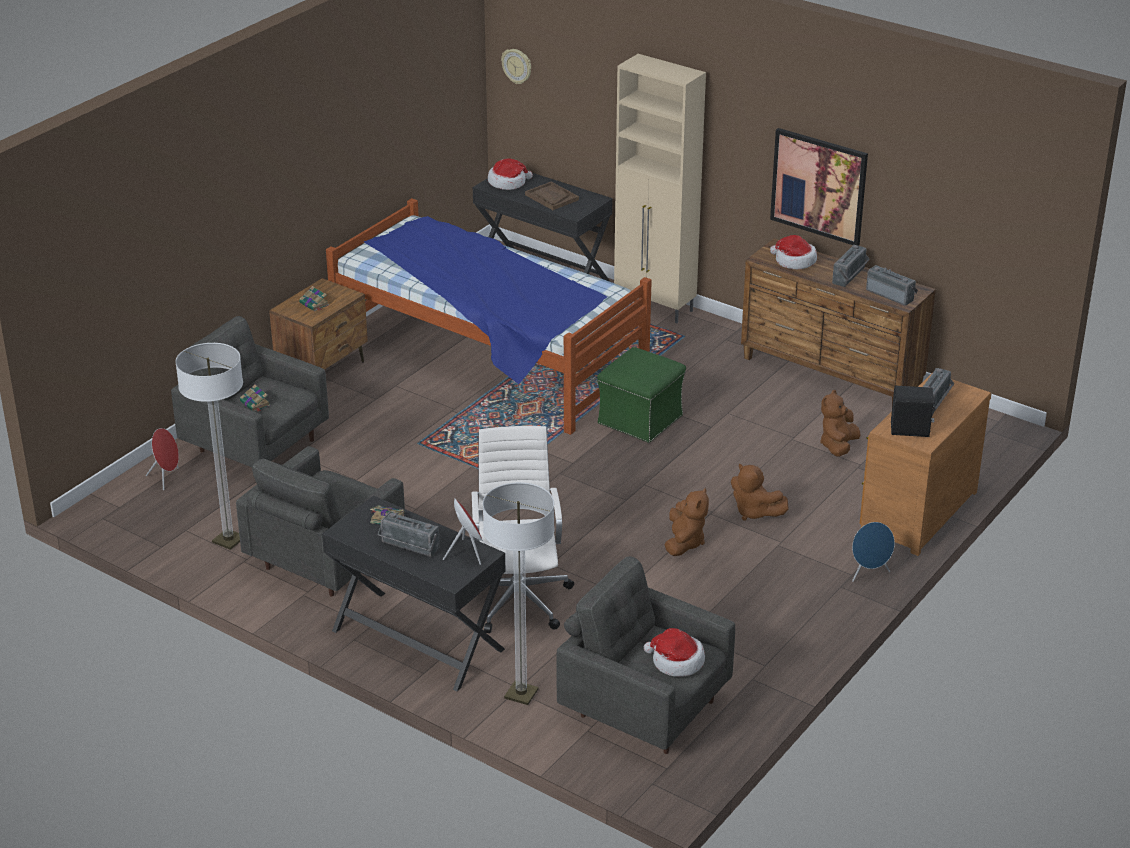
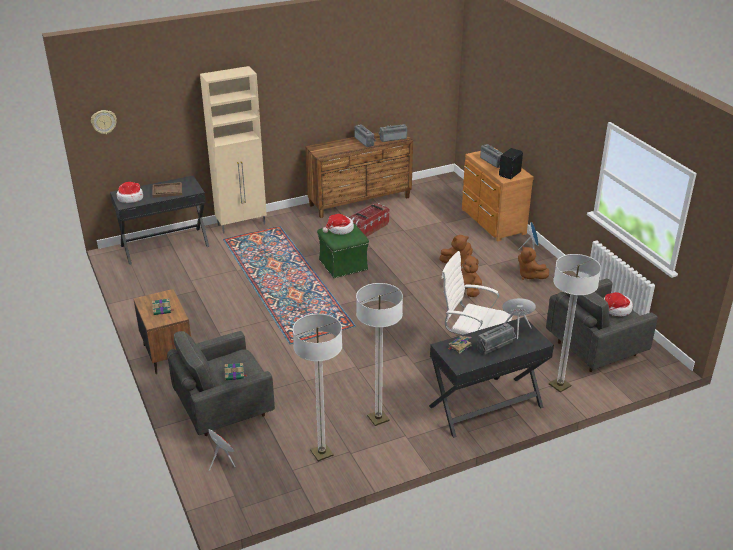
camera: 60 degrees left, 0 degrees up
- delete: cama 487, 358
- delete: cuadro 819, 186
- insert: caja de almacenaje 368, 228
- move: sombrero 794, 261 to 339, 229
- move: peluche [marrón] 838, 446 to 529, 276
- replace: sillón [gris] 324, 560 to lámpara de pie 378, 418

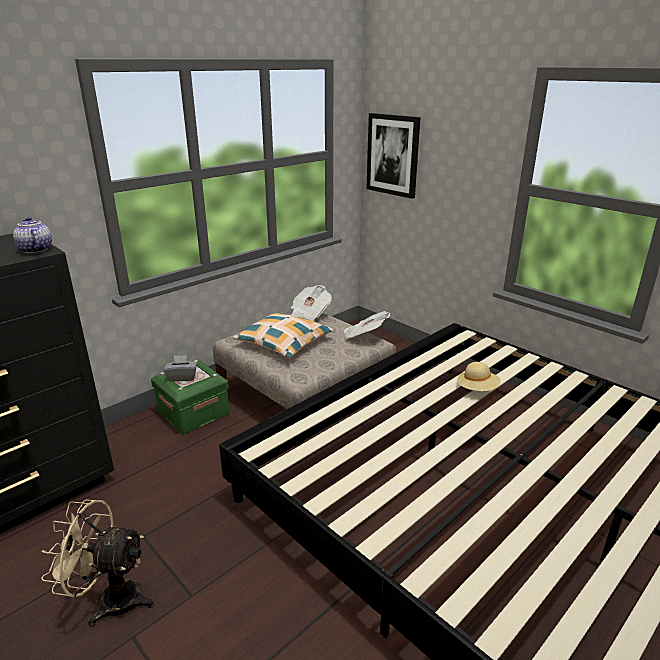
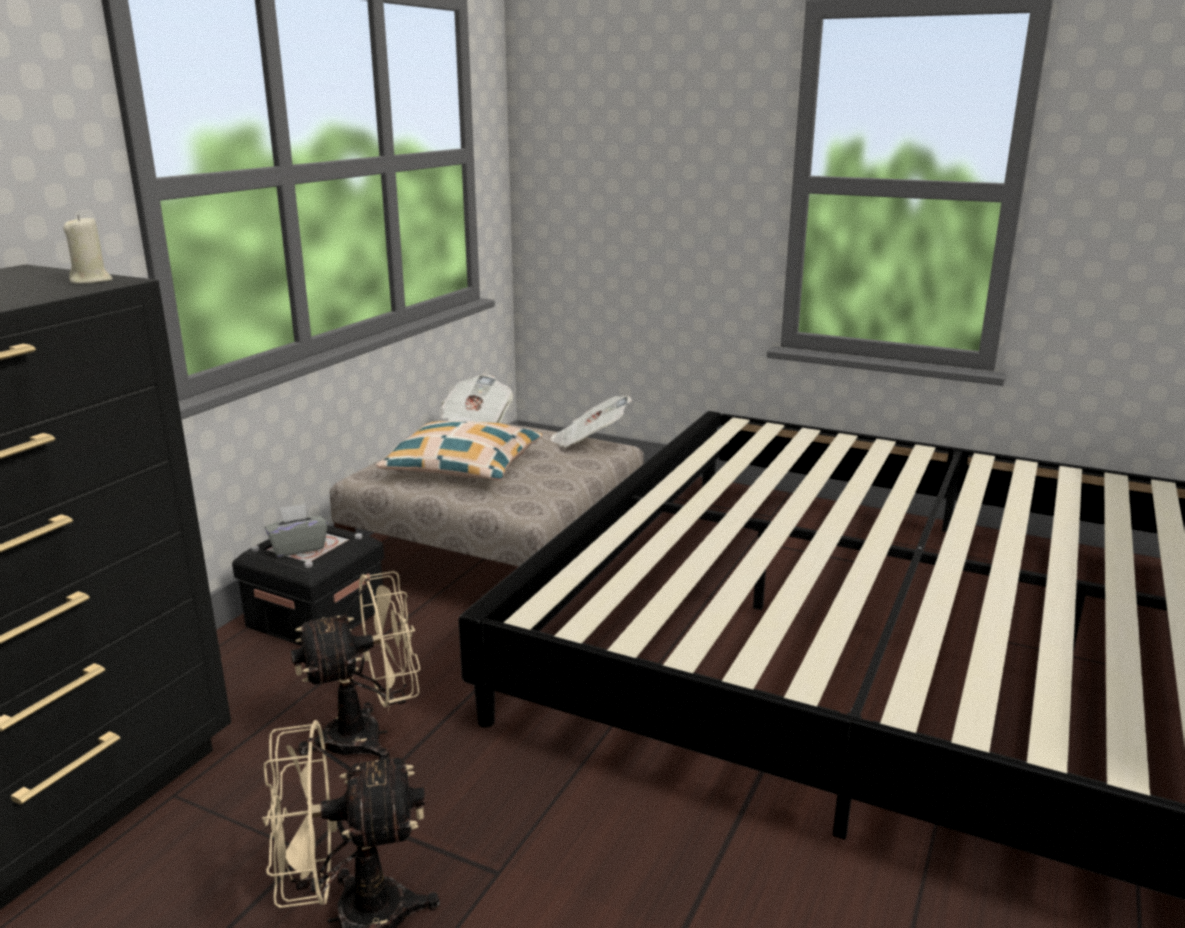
camera: 20 degrees left, 5 degrees down
- delete: cuadro 393, 155
- delete: sombrero [beis] 477, 389
- insert: ventilador [beis] 370, 736
- replace: tetera 35, 250 to vela [beis] 91, 281
- recolor: caja de almacenaje [verde] 193, 413 to caja de almacenaje [negro] 316, 617

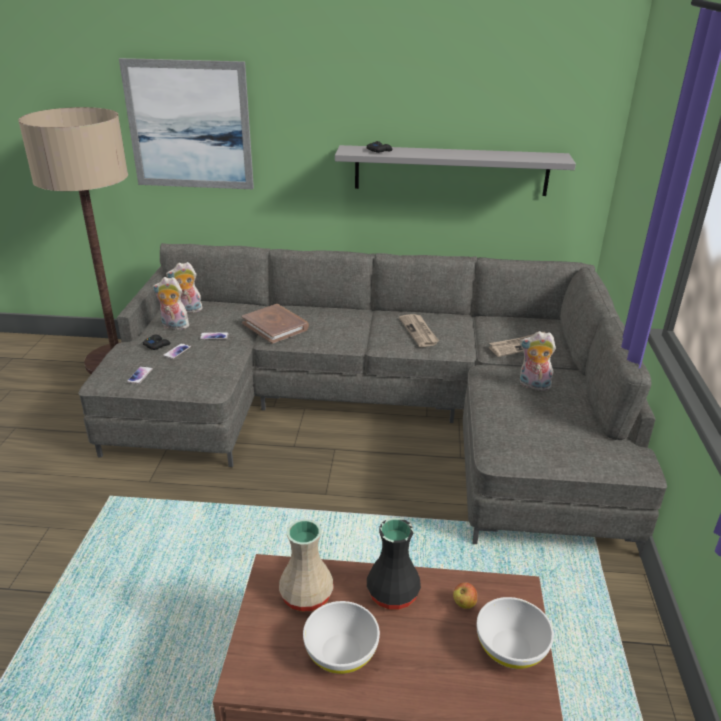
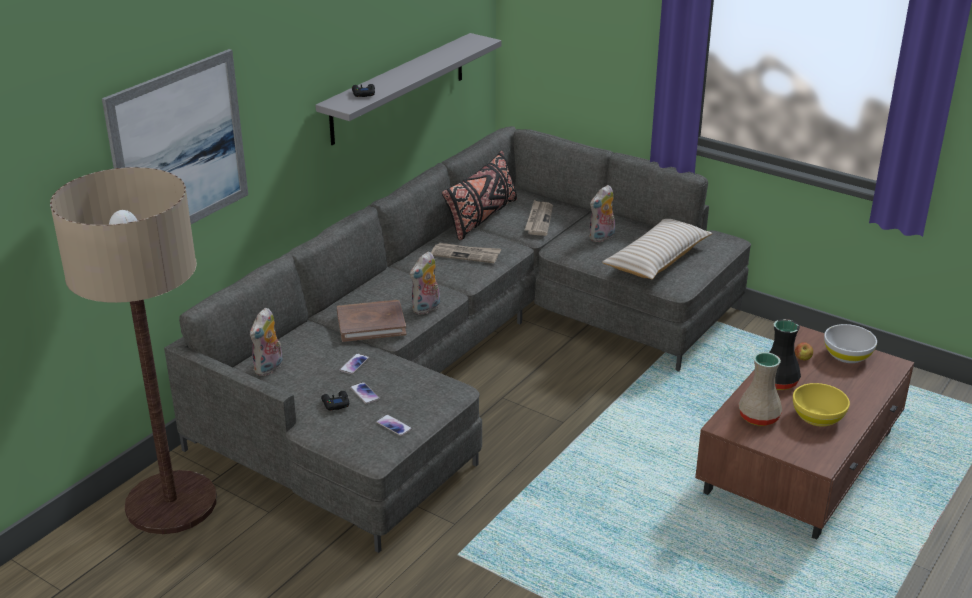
camera: 60 degrees left, 0 degrees up
- insert: cojín [negro] 481, 218
- insert: cojín [beis] 657, 260
- move: peluche 174, 326 to 426, 309
- recolor: cuenco [blanco] 341, 652 to cuenco [amarillo] 818, 417

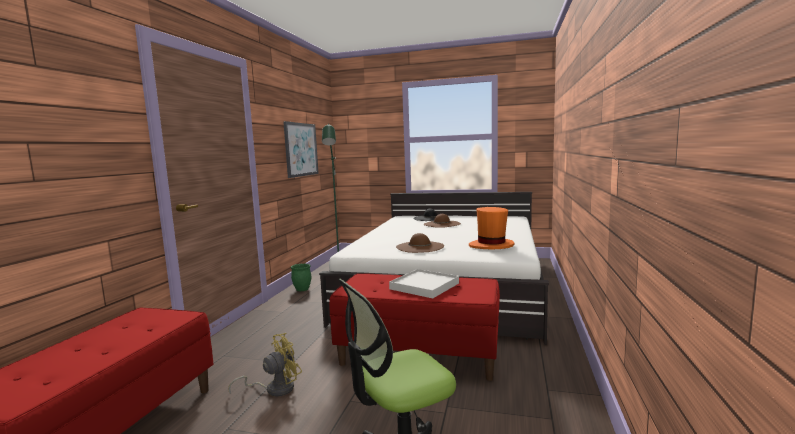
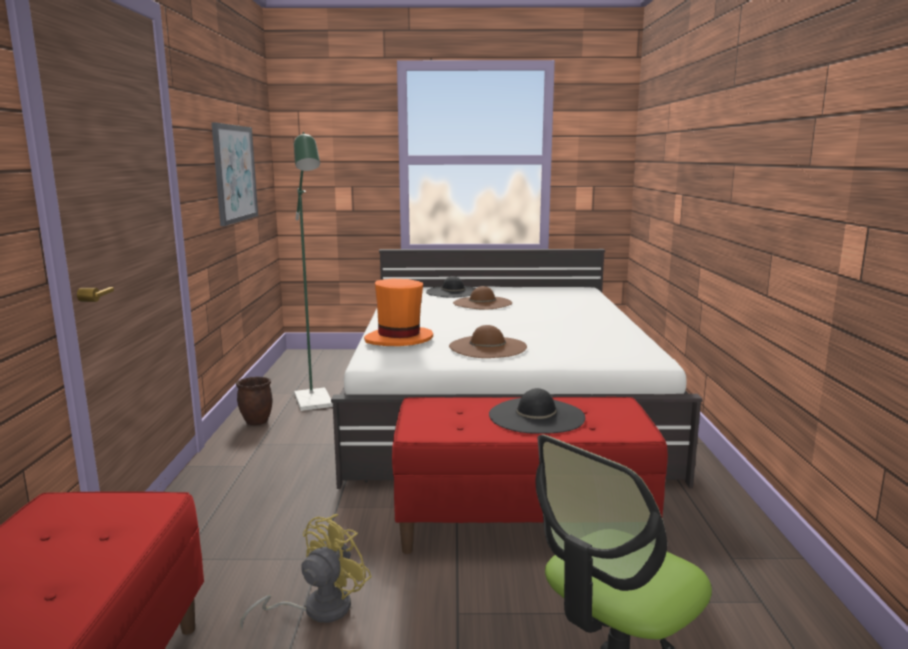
camera: 15 degrees left, 5 degrees up
- move: sombrero [naranja] 491, 246 to 399, 339
- replace: bandeja [blanco] 424, 286 to sombrero [negro] 536, 416
- recolor: maceta [verde] 302, 289 to maceta [marrón] 257, 422

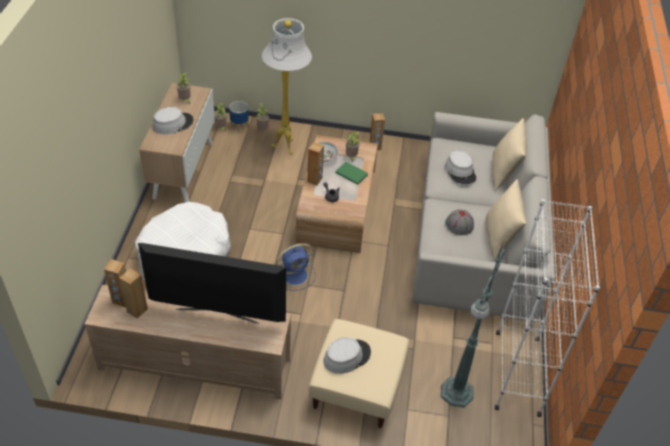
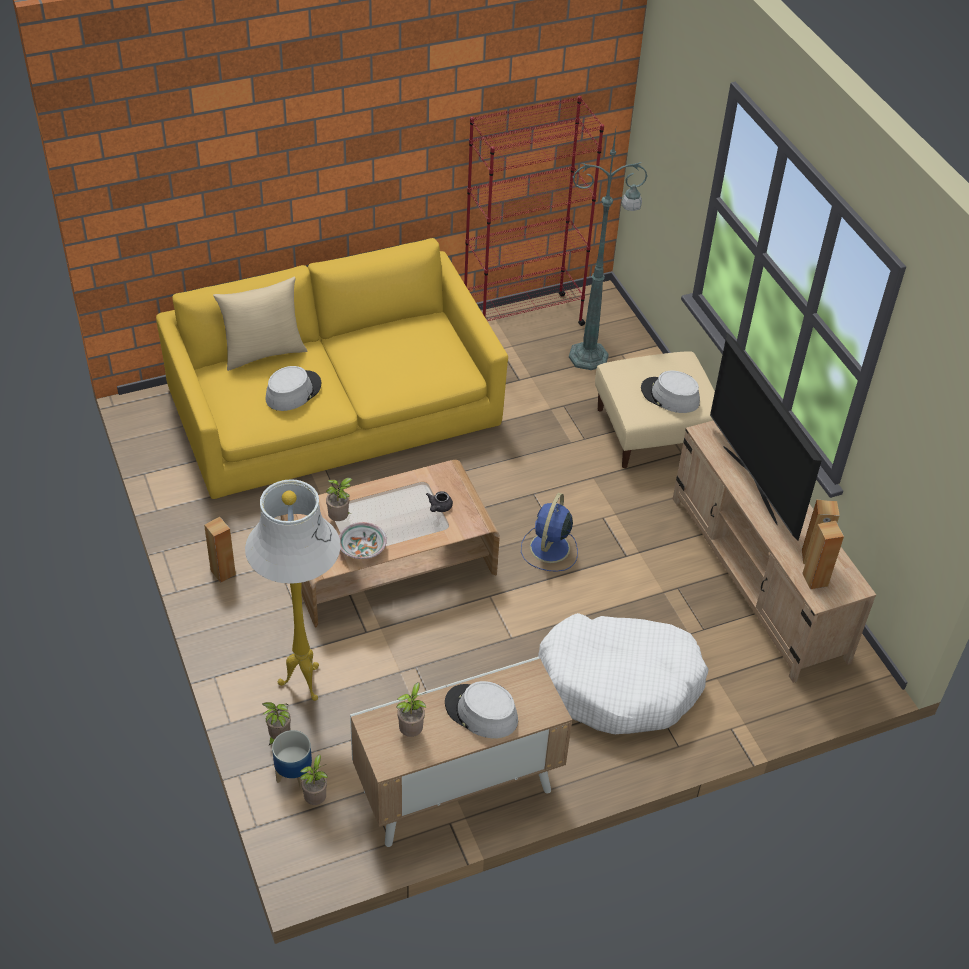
camera: 120 degrees left, 0 degrees up
- delete: altavoz [marrón] 315, 180
- delete: libro [verde] 351, 173
- delete: sombrero [gris] 459, 225
- delete: cojín [beis] 499, 238
- recolor: sofá [gris] 477, 234 to sofá [amarillo] 335, 407
- recolor: estantería [blanco] 517, 372 to estantería [rojo] 522, 321
- rotate: ventilador [azul] 296, 275 = 549, 549 105 degrees counterclockwise

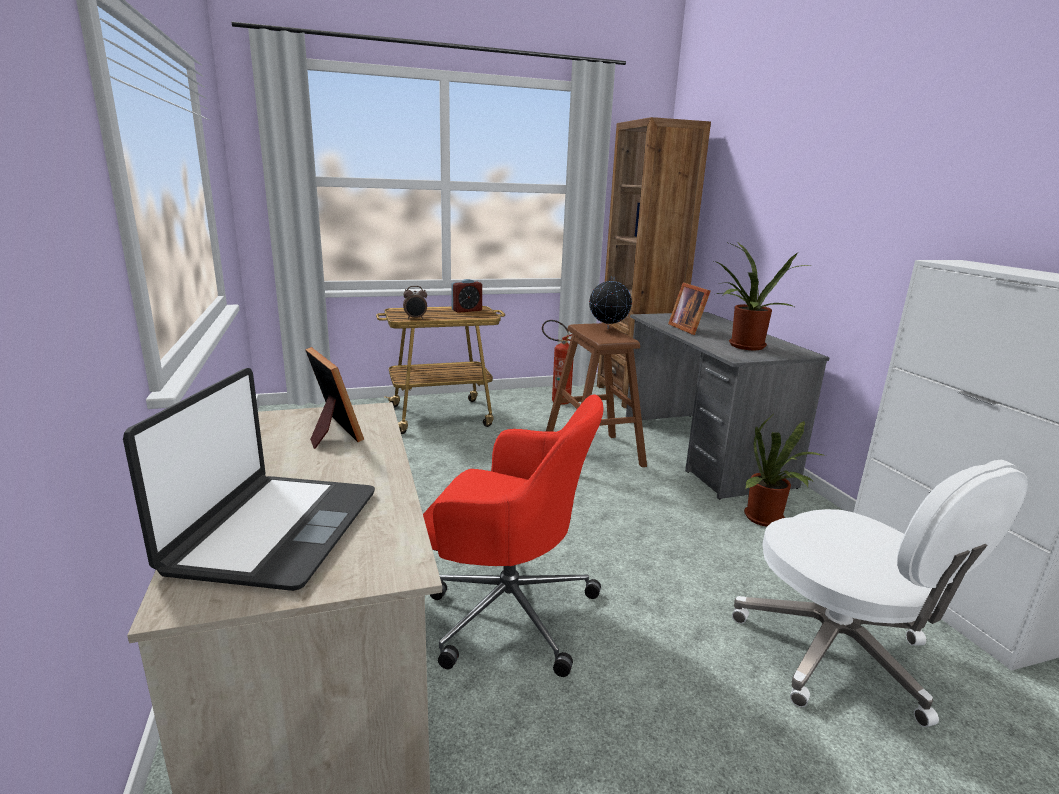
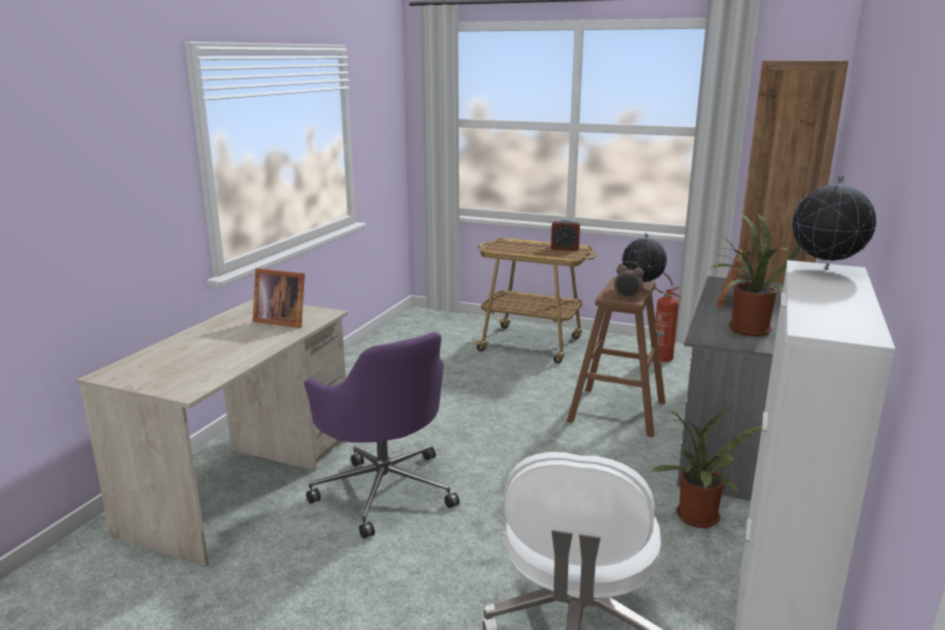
camera: 40 degrees right, 0 degrees up
- delete: portátil 274, 530
- insert: globo terráqueo 824, 269
- move: despertador 415, 318 to 627, 298
- recolor: silla de oficina [rojo] 506, 610 to silla de oficina [morado] 384, 489
- rotate: portarretratos 331, 432 = 281, 321 105 degrees clockwise

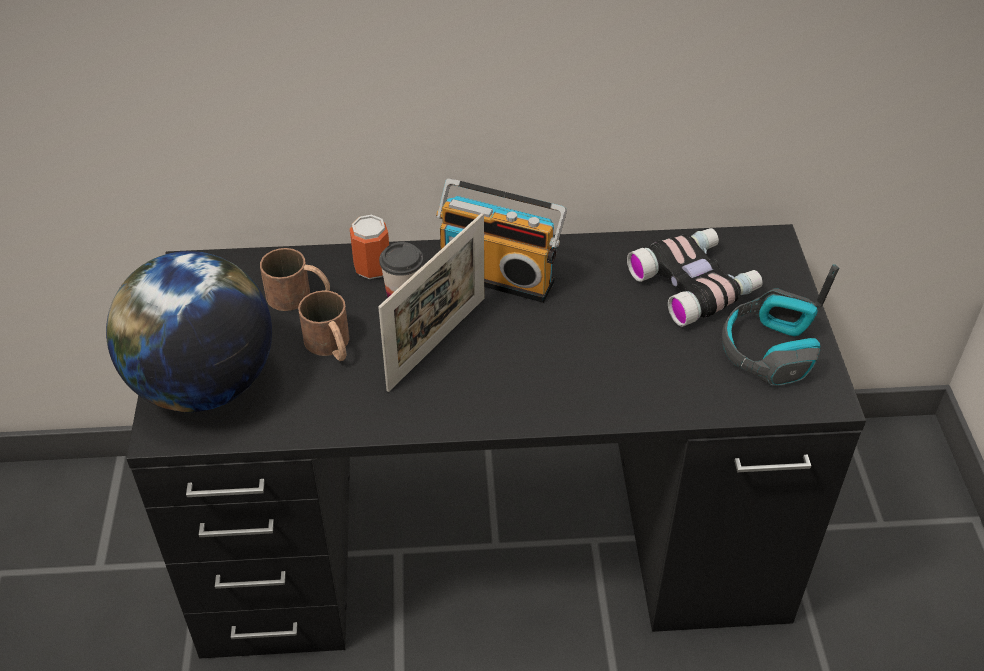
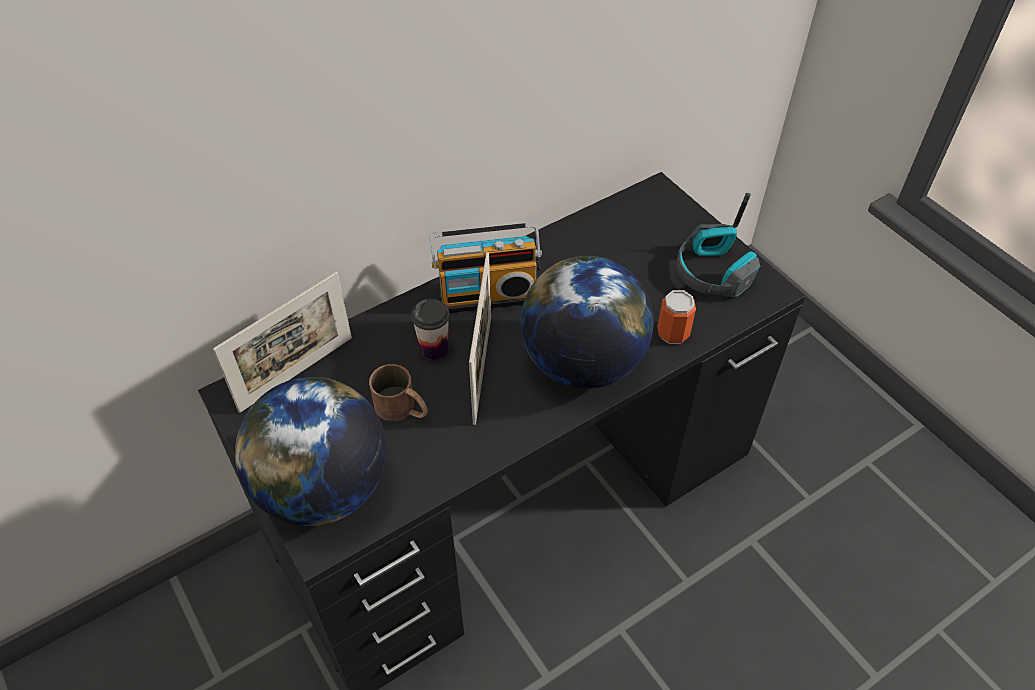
camera: 30 degrees left, 5 degrees up
- delete: taza grande [marrón] 299, 297
- delete: prismáticos 695, 284
- insert: portarretratos 296, 374
- insert: globo terráqueo 582, 363
- move: lata 372, 268 to 673, 333

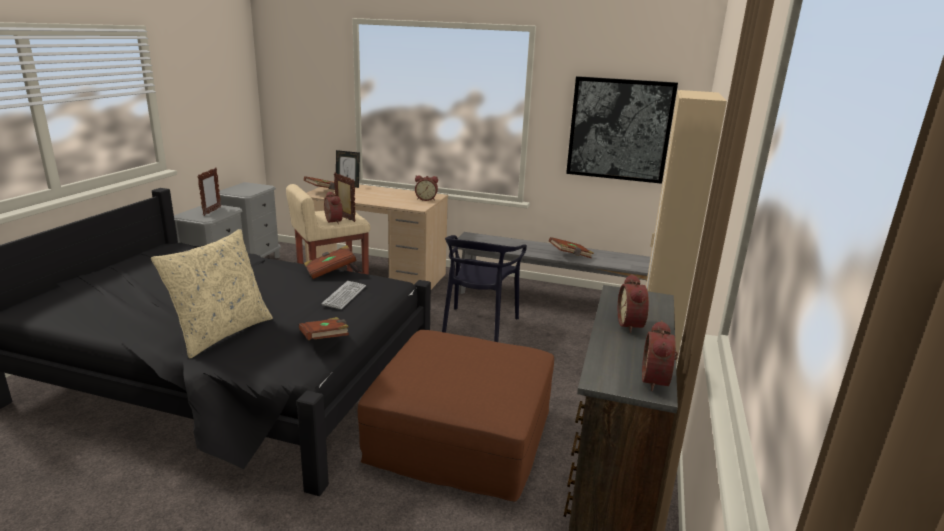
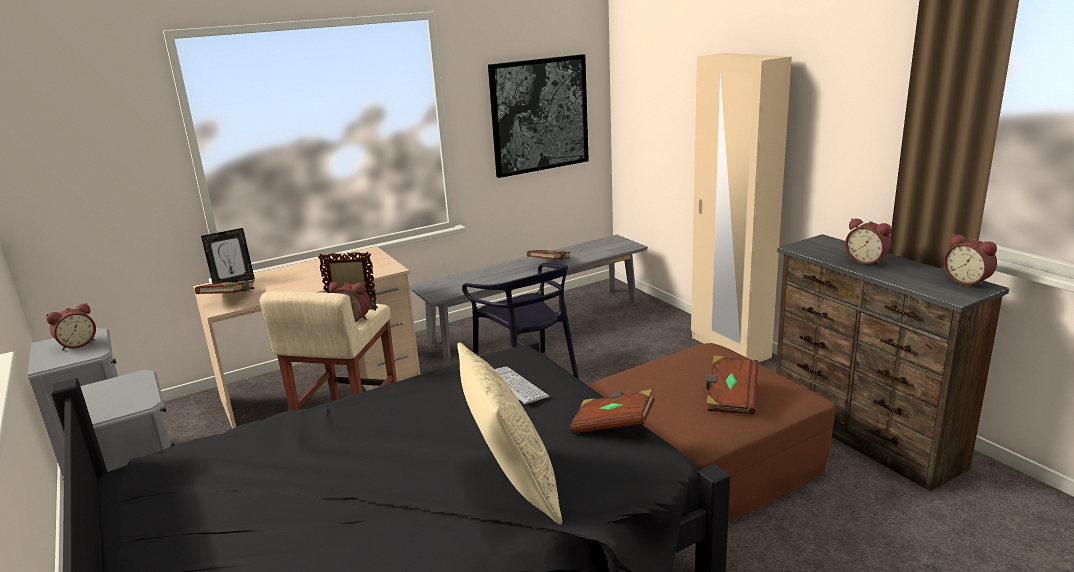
camera: 45 degrees left, 0 degrees up
- delete: portarretratos 212, 211
- move: libro [marrón] 330, 271 to 730, 397
- move: despertador 426, 199 to 77, 344

